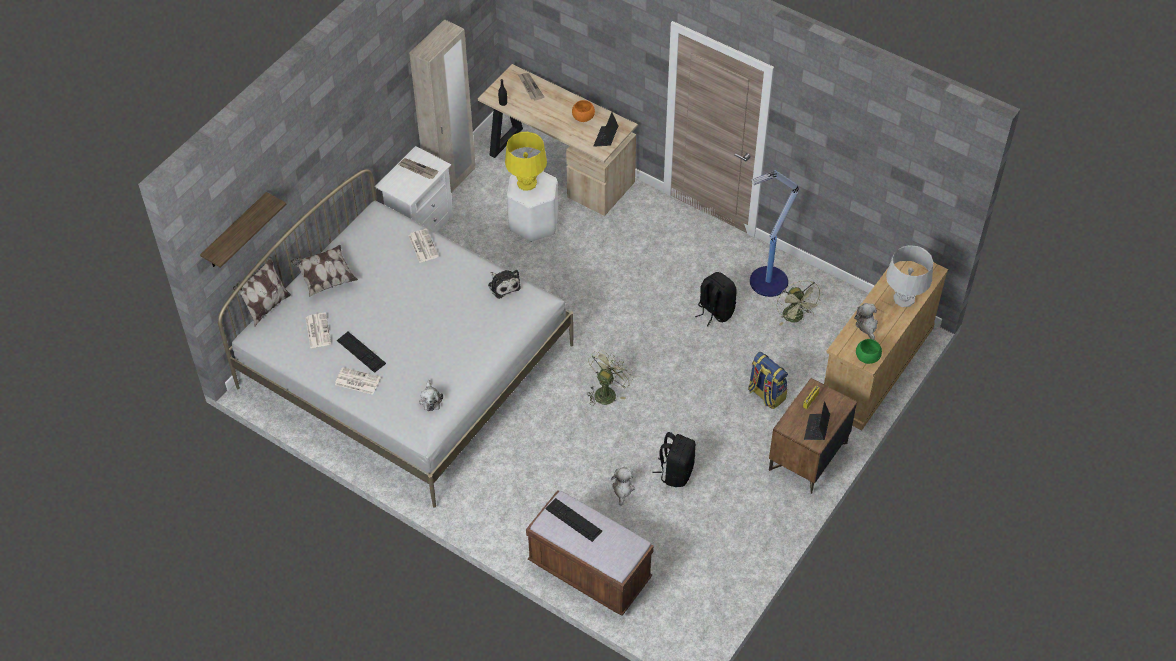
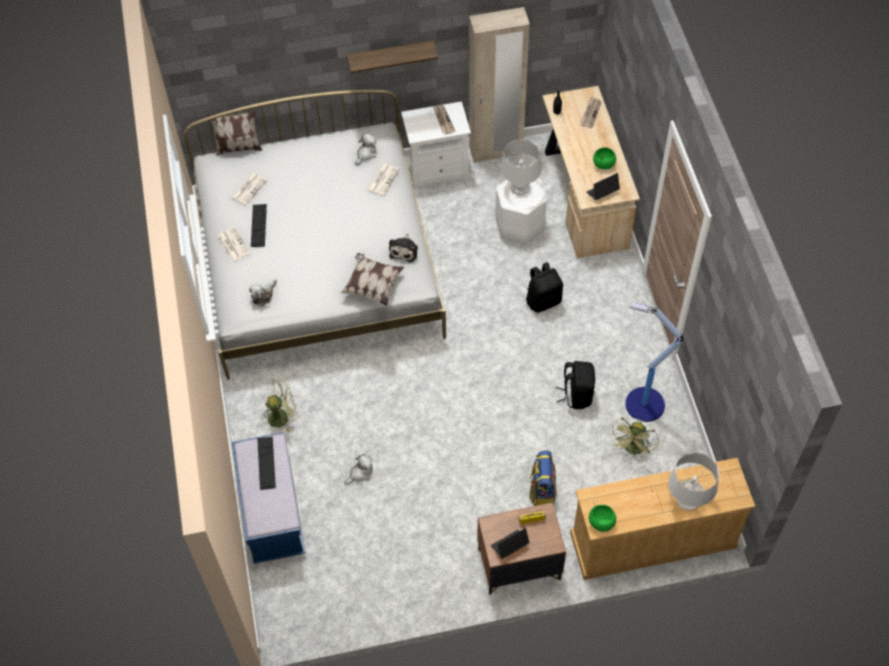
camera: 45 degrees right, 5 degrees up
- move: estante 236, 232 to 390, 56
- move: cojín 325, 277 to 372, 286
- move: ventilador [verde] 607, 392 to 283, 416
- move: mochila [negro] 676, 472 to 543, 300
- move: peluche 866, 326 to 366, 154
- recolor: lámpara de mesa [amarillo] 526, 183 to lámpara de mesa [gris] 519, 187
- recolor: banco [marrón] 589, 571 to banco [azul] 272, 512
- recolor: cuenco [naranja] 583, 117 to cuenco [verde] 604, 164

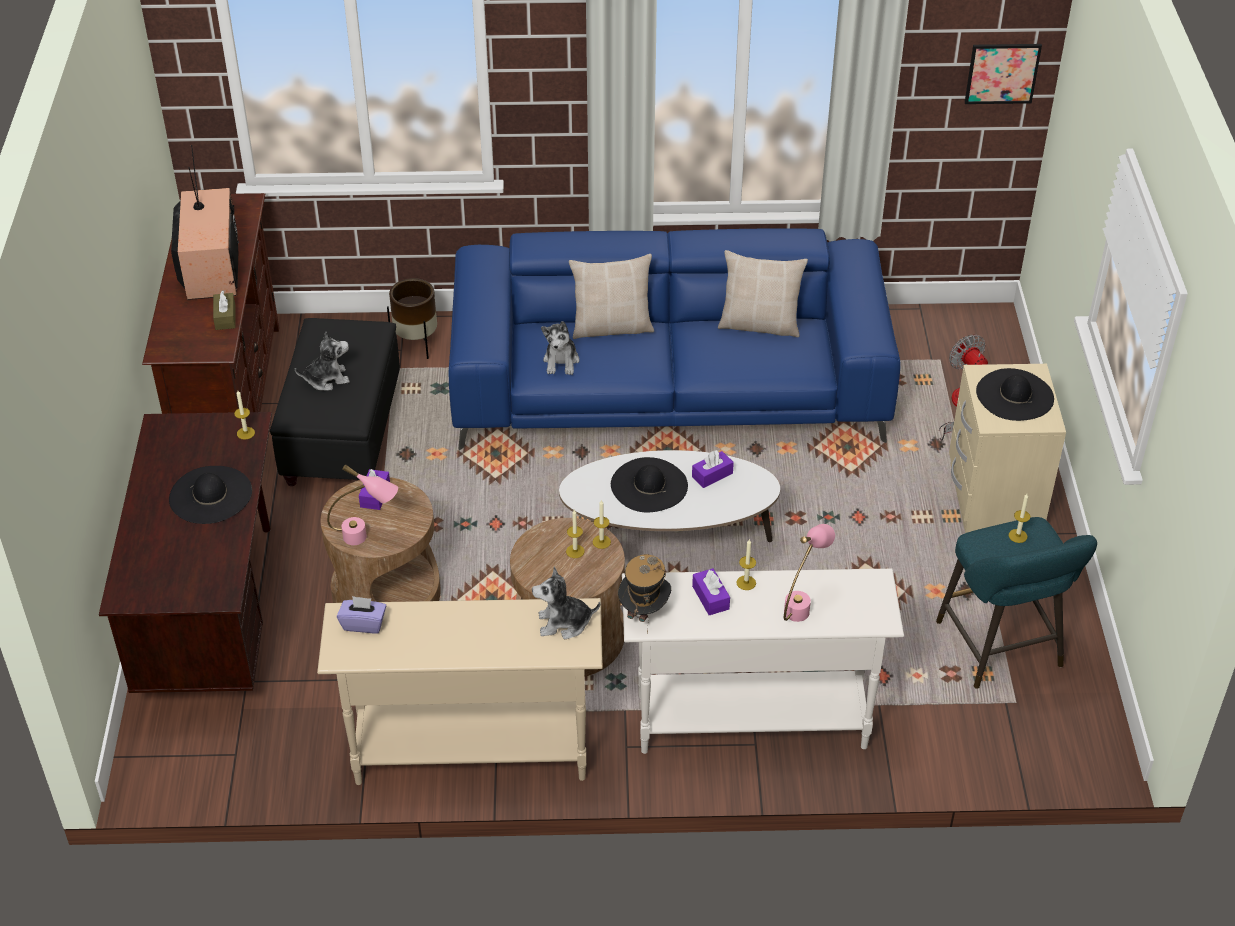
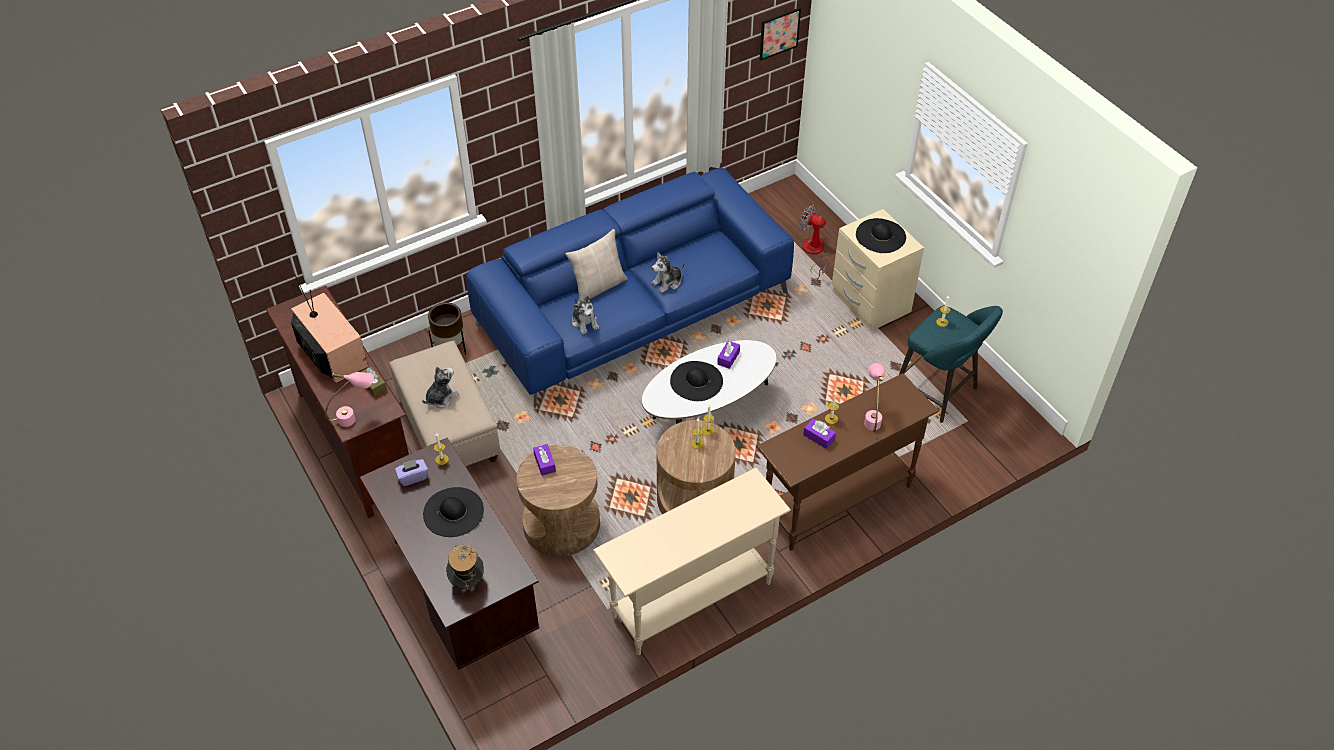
camera: 30 degrees left, 5 degrees up
- delete: cojín [beis] 760, 324
- move: lámpara de mesa [rosa] 366, 538 to 355, 417
- move: caja de pañuelos [morado] 363, 624 to 413, 477
- move: peluche 564, 623 to 668, 282
- move: sombrero 644, 612 to 467, 582
- recolor: puf [negro] 343, 433 to puf [beis] 448, 429
- recolor: mesa consola [blanco] 750, 721 to mesa consola [marrón] 836, 501

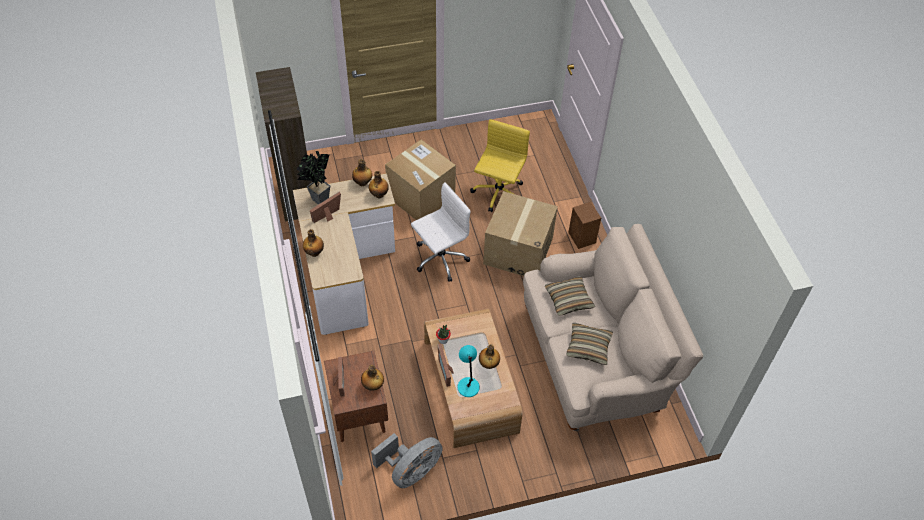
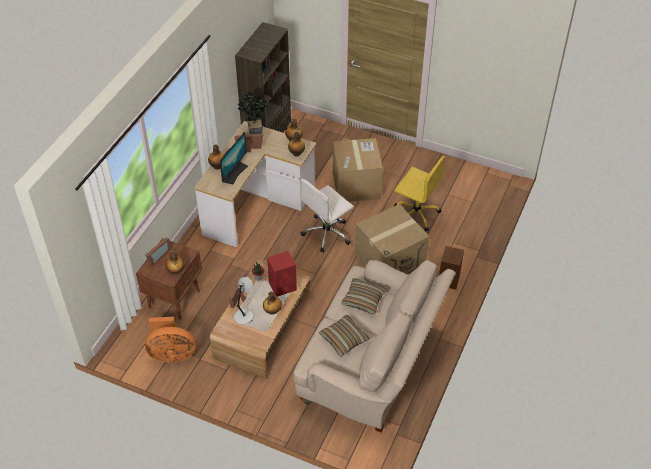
camera: 40 degrees right, 5 degrees down
- insert: monitor 234, 173
- insert: altavoz [rojo] 283, 286
- recolor: ventilador [gris] 411, 471 to ventilador [naranja] 172, 353
- recolor: lámpara de mesa [turquesa] 468, 386 to lámpara de mesa [gris] 244, 316
- rotate: silla de oficina [blanco] 439, 259 = 327, 233 135 degrees clockwise
- rotate: silla de oficina [amarillo] 498, 194 = 415, 214 60 degrees clockwise

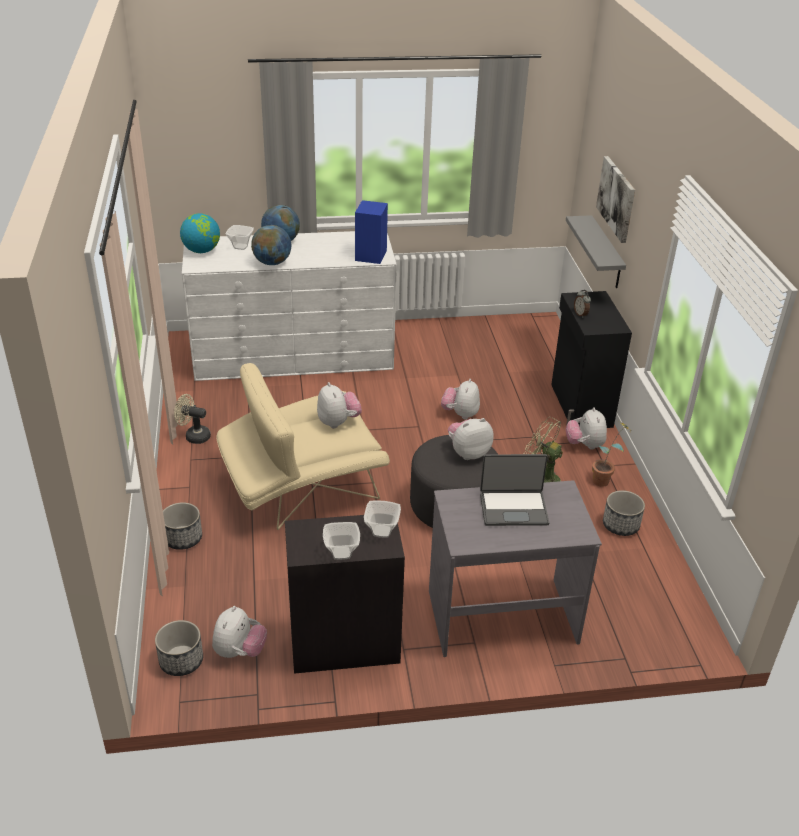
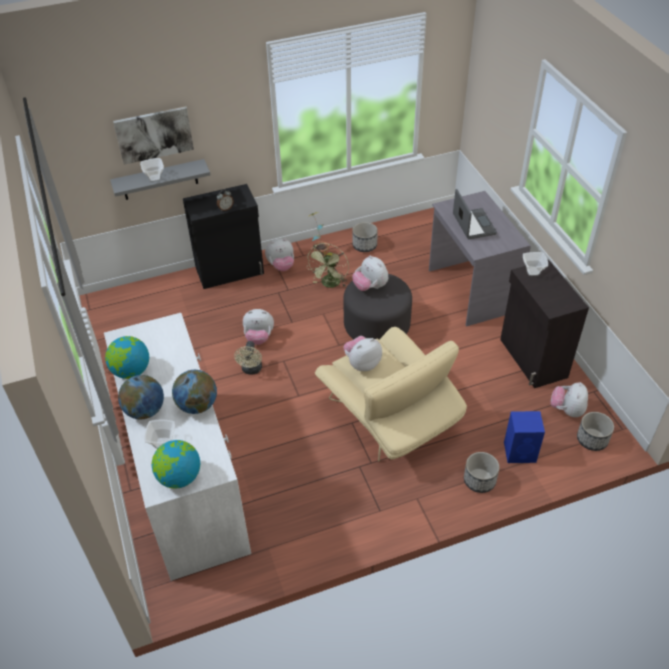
camera: 100 degrees left, 10 degrees up
- insert: globo terráqueo 131, 371
- move: ventilador [beis] 194, 436 to 251, 370
- move: cuenco 341, 553 to 154, 178
- move: altavoz [azul] 370, 256 to 520, 452
- rotate: peluche 239, 651 = 567, 410 75 degrees counterclockwise

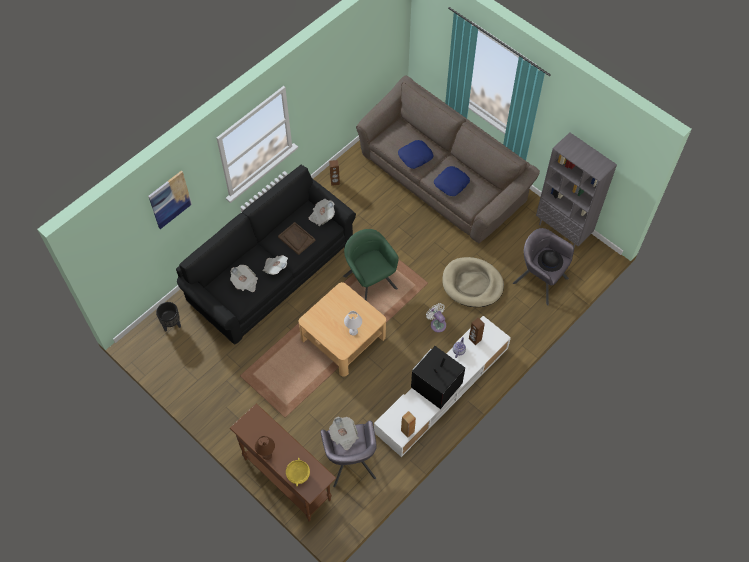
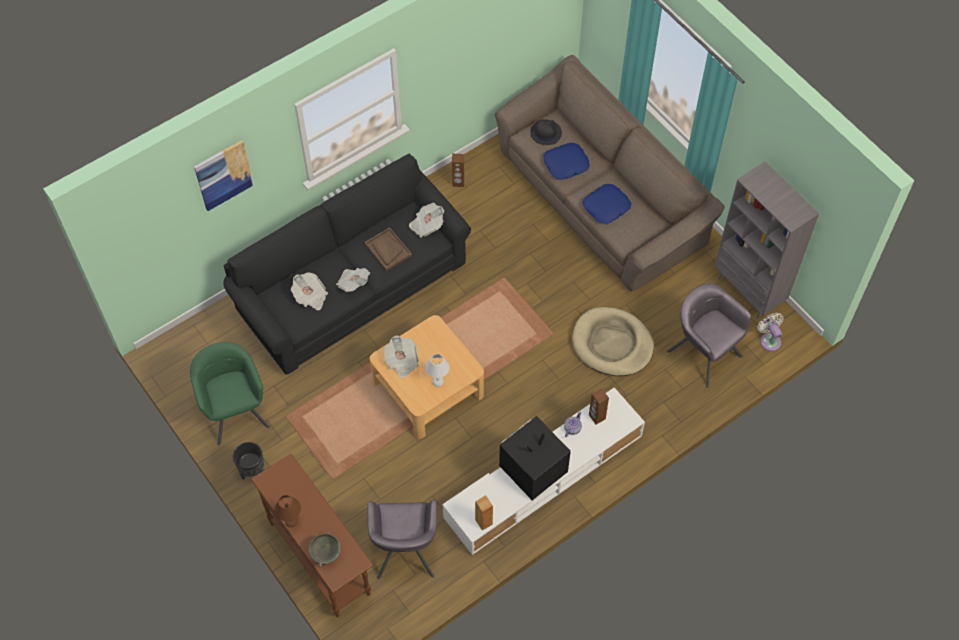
camera: 10 degrees right, 0 degrees up
- move: maceta [negro] 172, 324 to 253, 471
- move: periódico 344, 436 to 402, 361
- move: sillón [verde] 370, 282 to 236, 411
- move: ventilador [blanco] 437, 323 to 769, 340
- move: sombrero [negro] 550, 261 to 545, 132
- recolor: cuenco [amarillo] 298, 475 to cuenco [gris] 325, 553

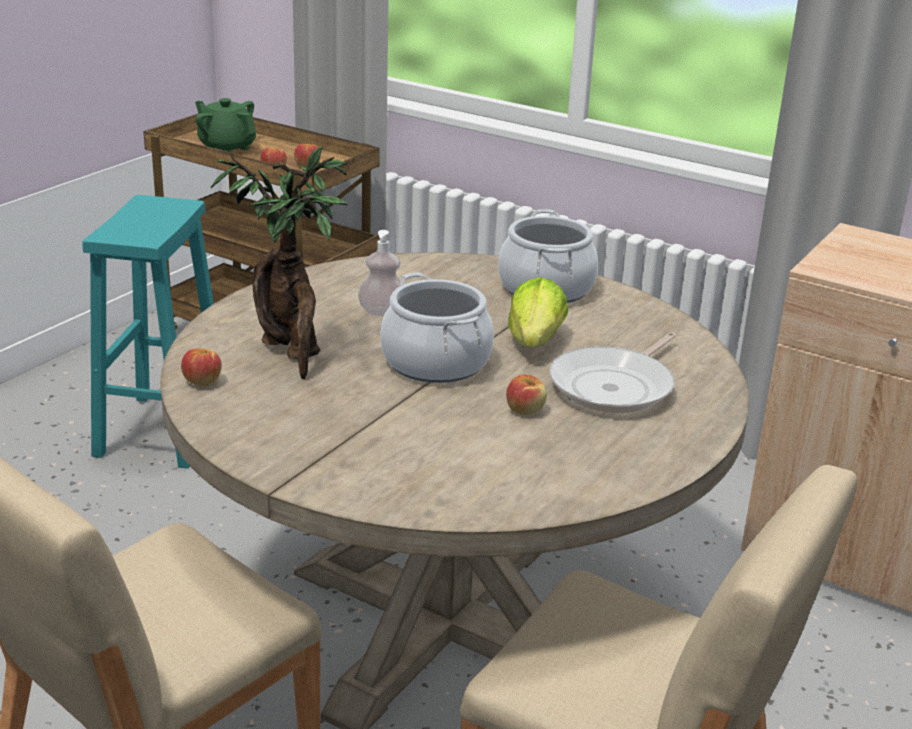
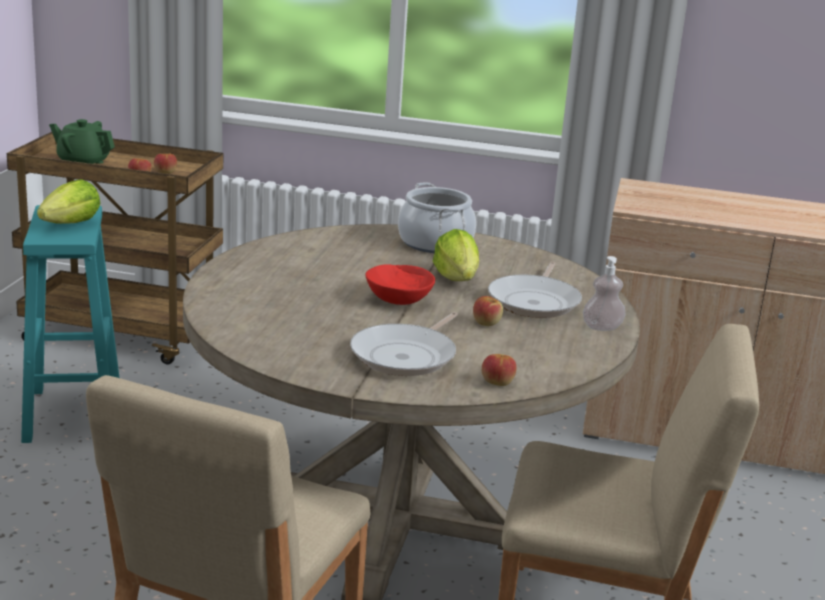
camera: 20 degrees left, 5 degrees down
- delete: planta en maceta 292, 353
- insert: lechuga 71, 224
- insert: sartén 407, 355
- move: manzana 202, 381 to 497, 382
- move: dispensador de jabón 382, 312 to 602, 327
- replace: olla 435, 362 to cuenco [rojo] 397, 300

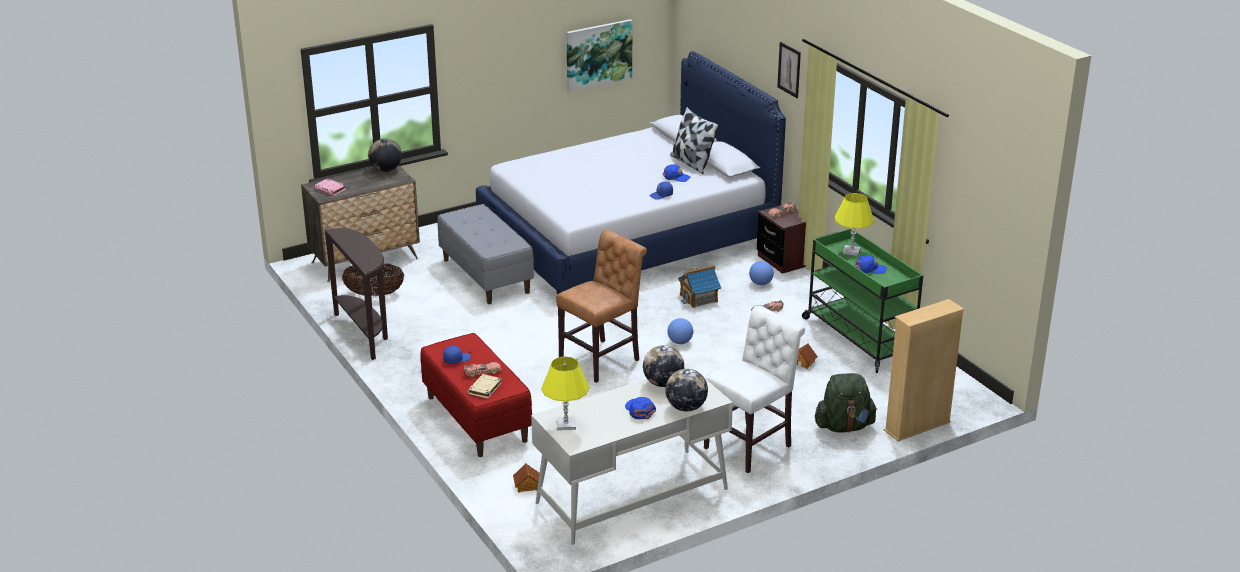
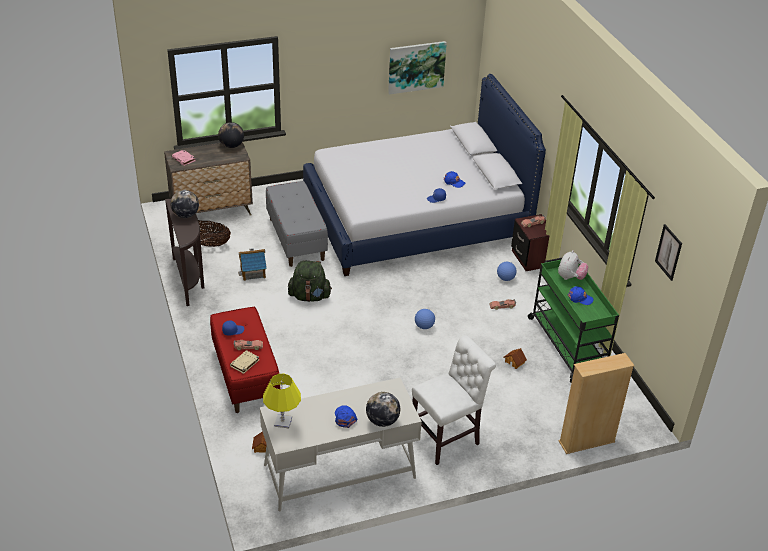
camera: 10 degrees right, 10 degrees up
- delete: silla [marrón] 602, 359
- delete: cojín 692, 163
- move: globo terráqueo 663, 383 to 185, 215
- move: casita 699, 298 to 253, 272
- move: cuadro 789, 69 to 668, 252
- move: mochila [verde] 844, 426 to 309, 296
- replace: lámpara de mesa [amarillo] 851, 251 to peluche 570, 277

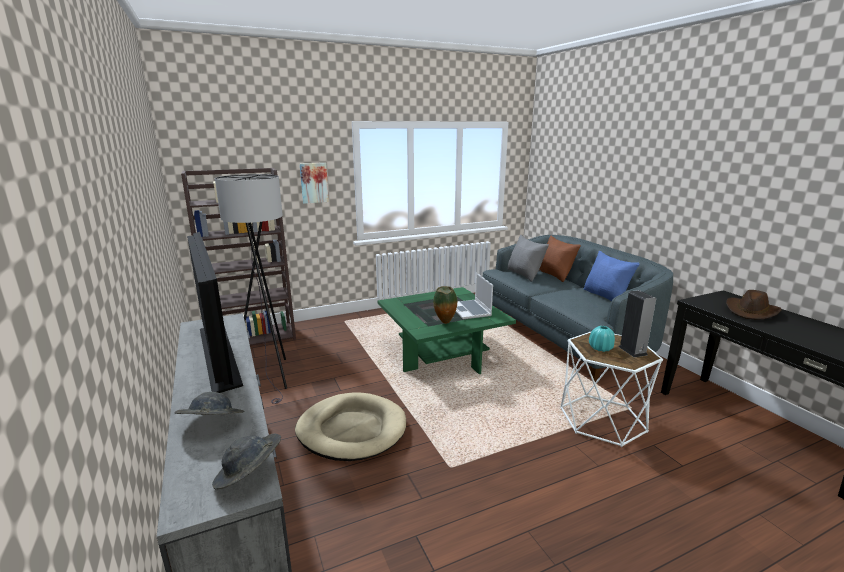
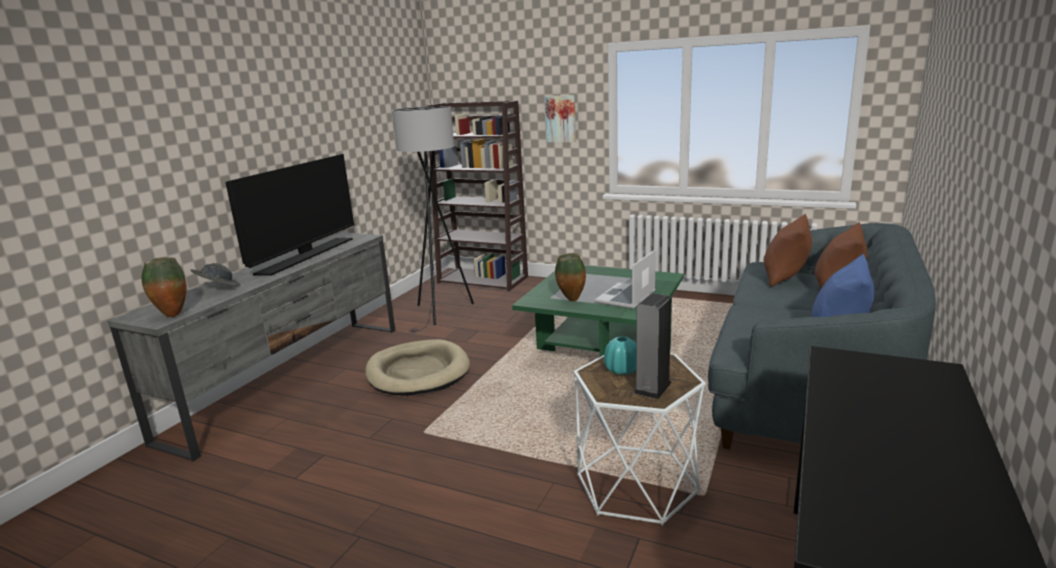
camera: 50 degrees right, 0 degrees up
- delete: sombrero [marrón] 751, 311
- replace: sombrero [gris] 249, 475 to florero 172, 315
- recolor: cojín [gris] 524, 275 to cojín [marrón] 785, 277

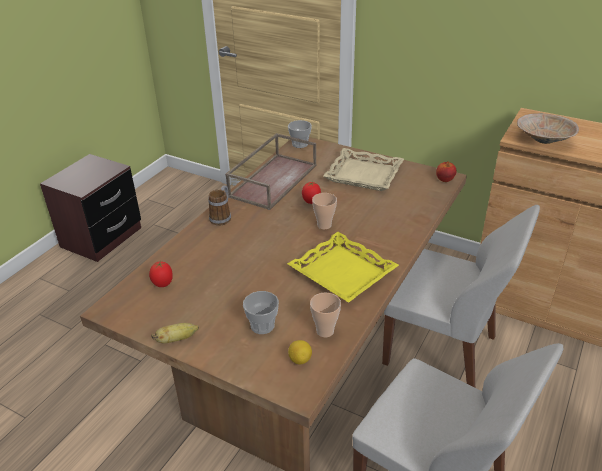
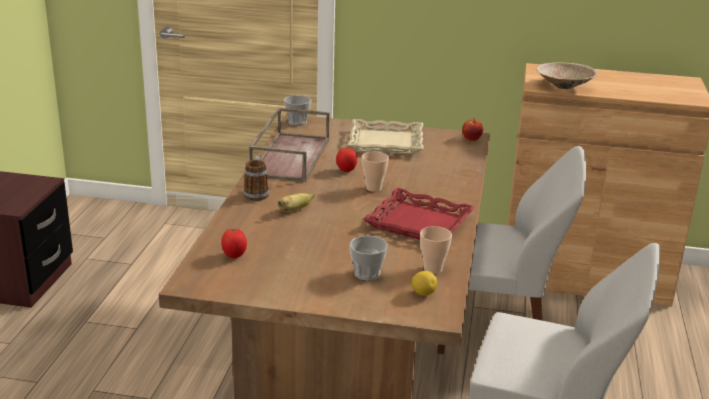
camera: 20 degrees left, 10 degrees down
- move: plátano 177, 339 to 294, 210
- recolor: bandeja [amarillo] 343, 272 to bandeja [rojo] 419, 223

